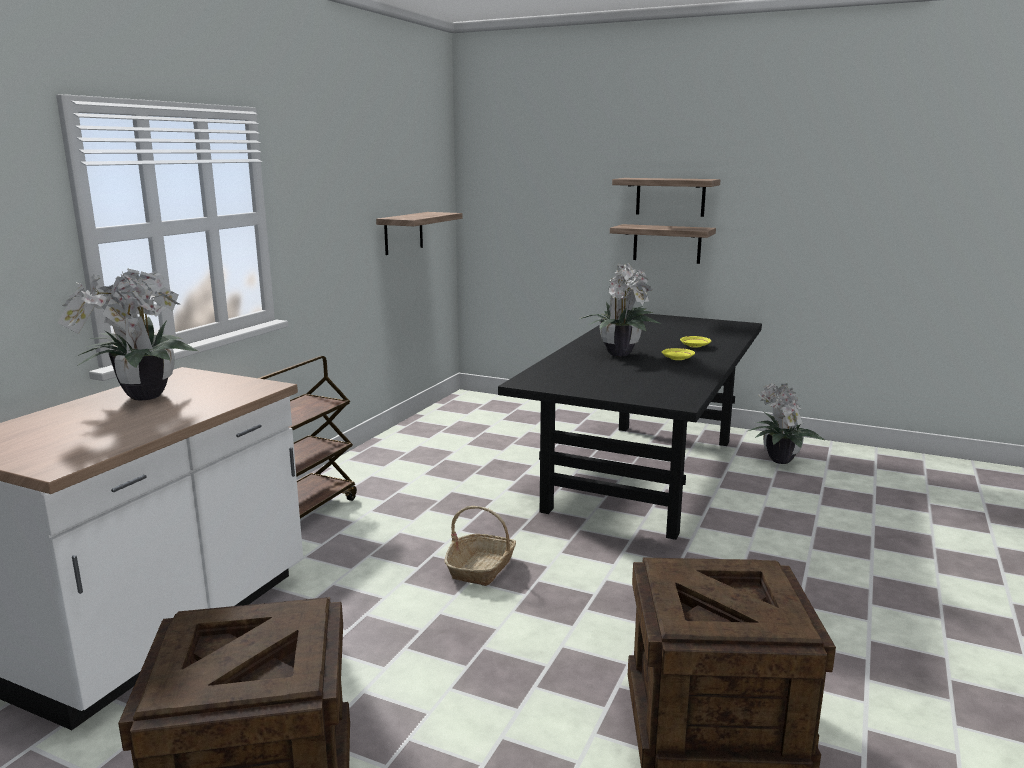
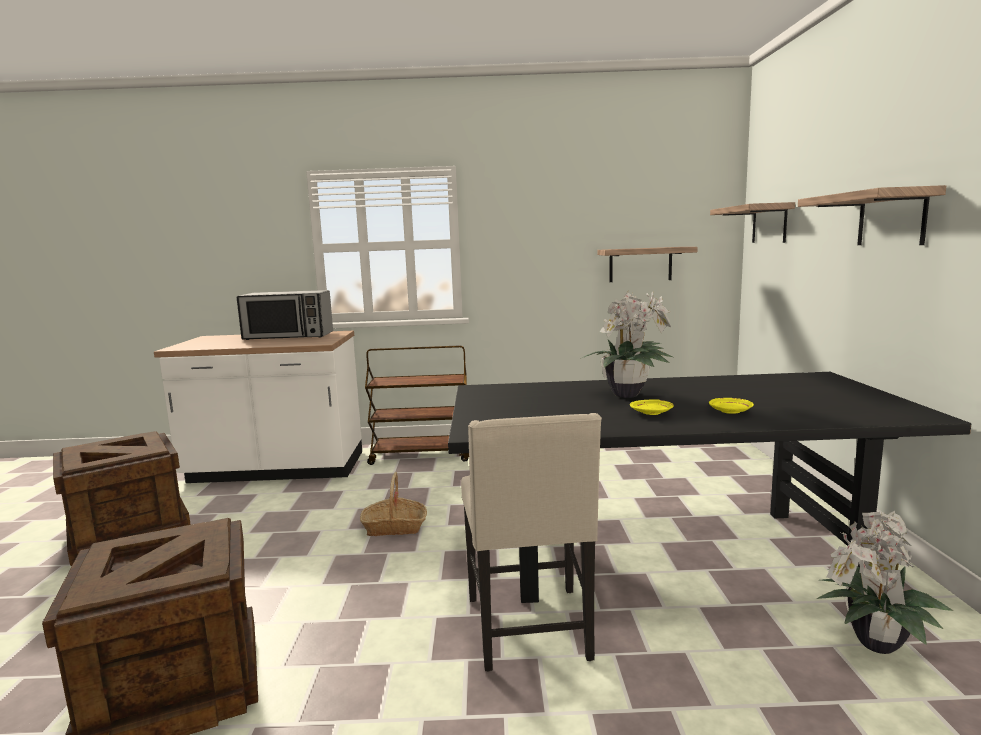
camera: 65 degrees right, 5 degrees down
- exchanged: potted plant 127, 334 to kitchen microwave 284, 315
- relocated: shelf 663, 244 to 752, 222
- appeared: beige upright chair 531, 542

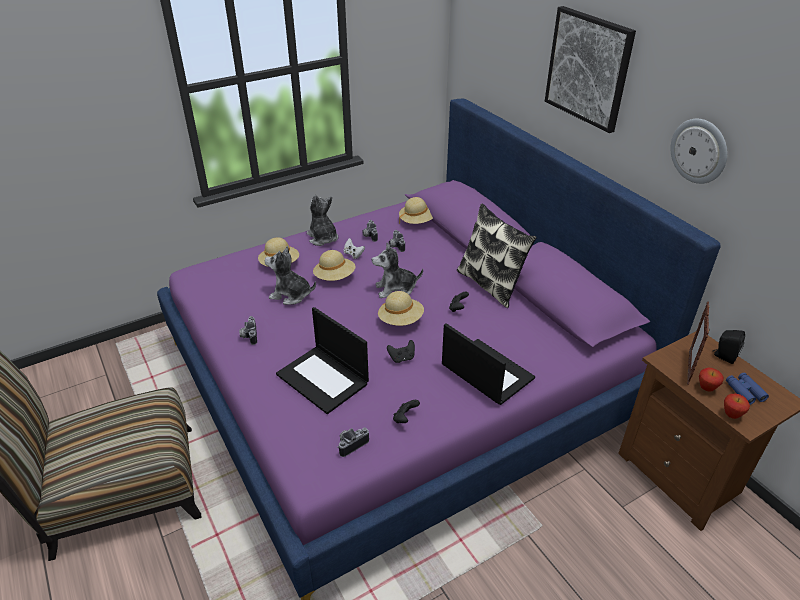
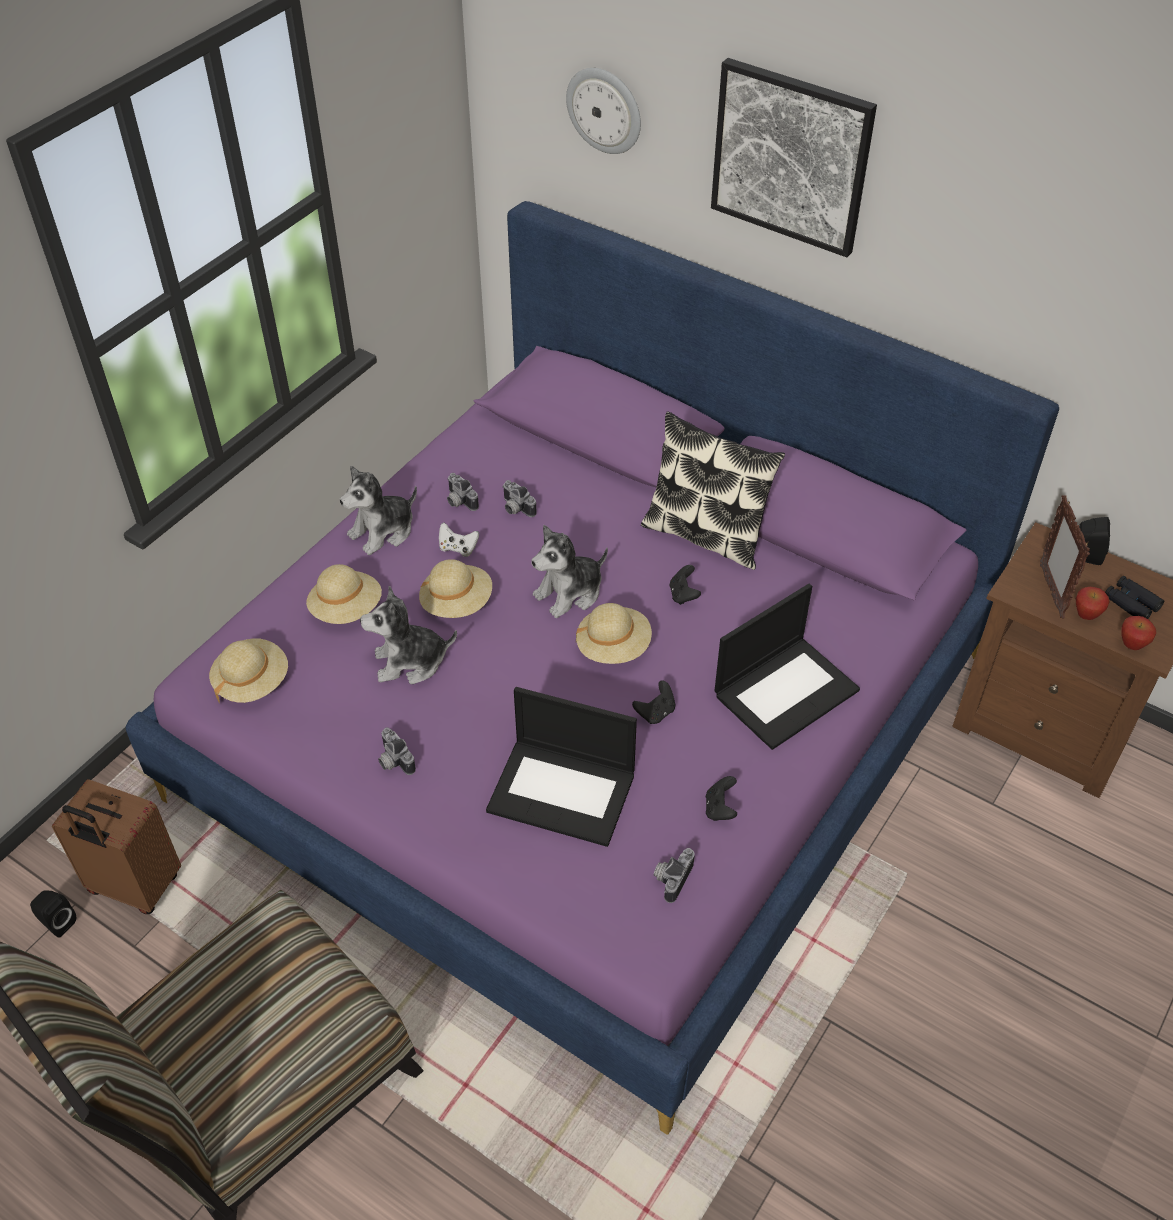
camera: 25 degrees left, 10 degrees up
- spun: cuddly toy 322, 220 = 378, 510 75 degrees counterclockwise
- relocated: beige wearable hat 416, 210 to 248, 671
- spun: laptop 488, 364 = 787, 667 120 degrees clockwise
- relocated: wall clock 699, 151 to 603, 111
- colour: blue-coloured pair of binoculars 747, 389 to blackish pair of binoculars 1134, 597
- appeared: blackish audio speaker 53, 913
- appeared: brown travel case 116, 846

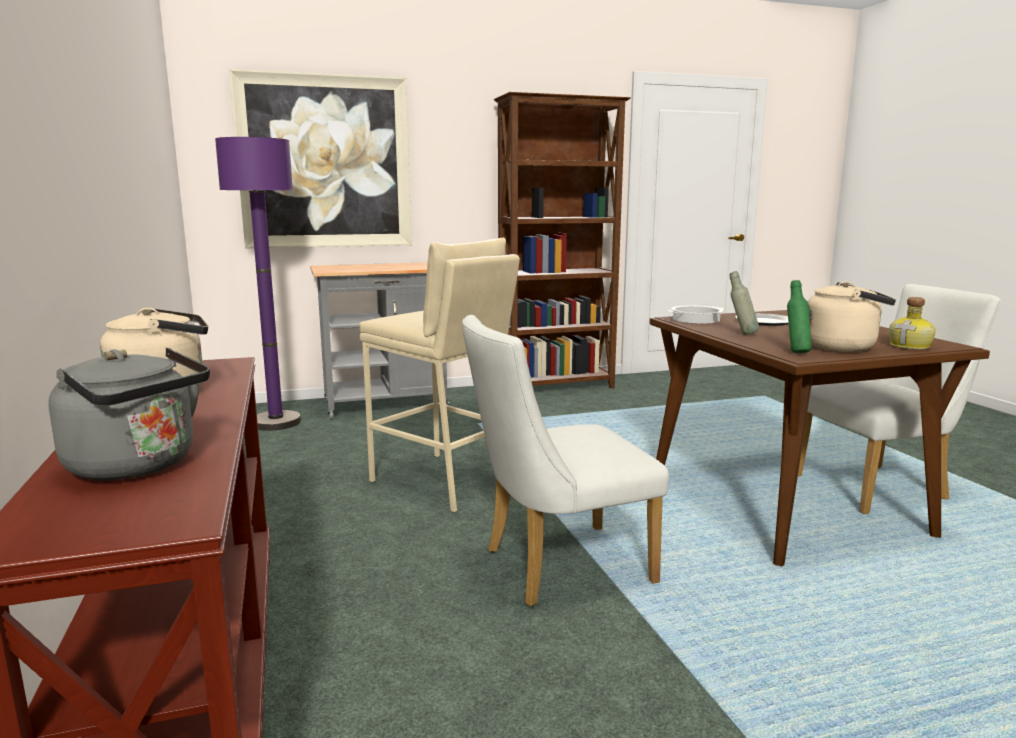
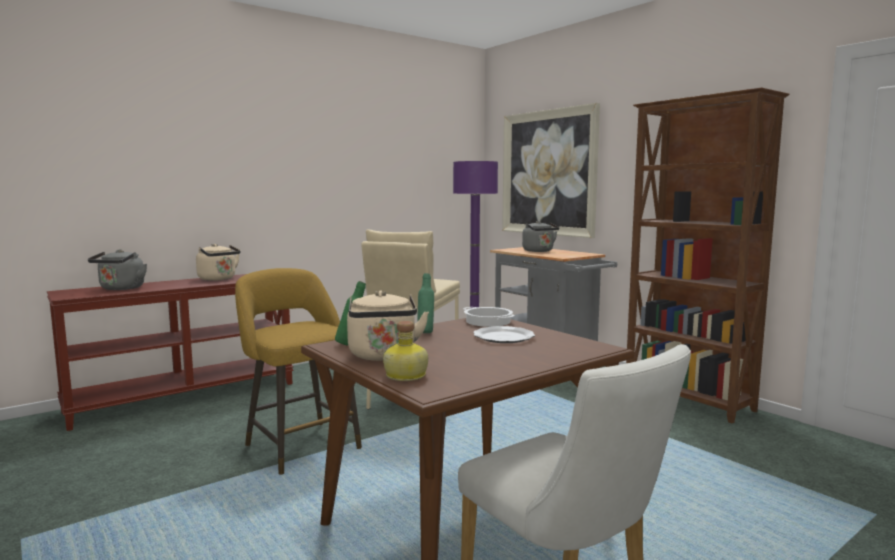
camera: 70 degrees right, 5 degrees down
- exchanged: white upright chair 565, 460 to yellow-coloured sitting stool 298, 371
- colour: gray drink bottle 744, 303 to green-coloured drink bottle 425, 303
- appeared: gray tea kettle 540, 236

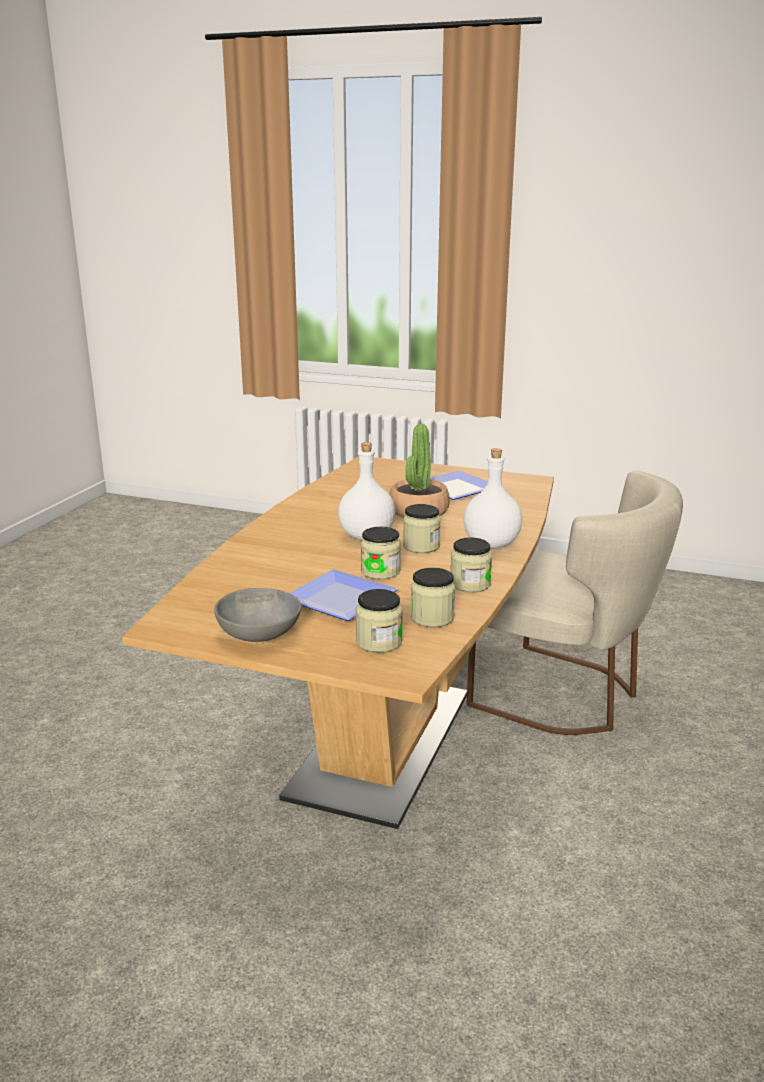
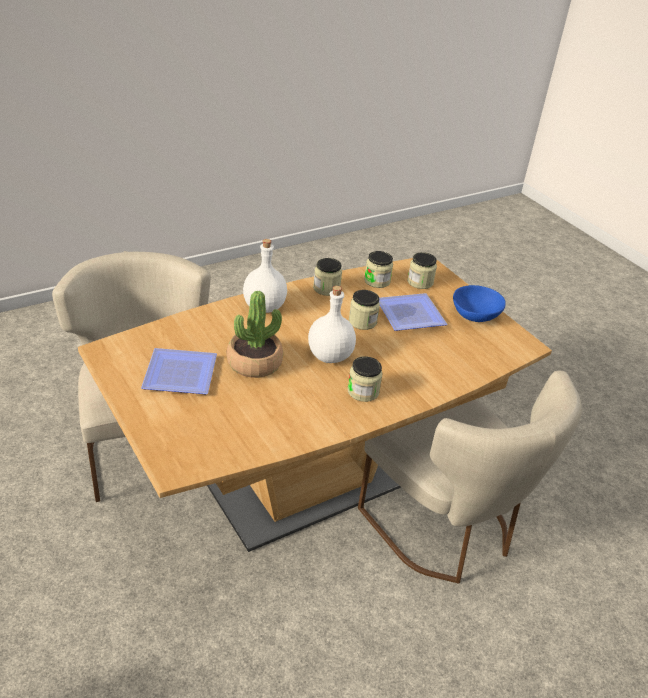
camera: 145 degrees left, 15 degrees up
- colour: gray bowl 257, 615 to blue-coloured bowl 479, 303
- relocated: jar 422, 528 to 364, 379
- appeared: beige upright chair 470, 476

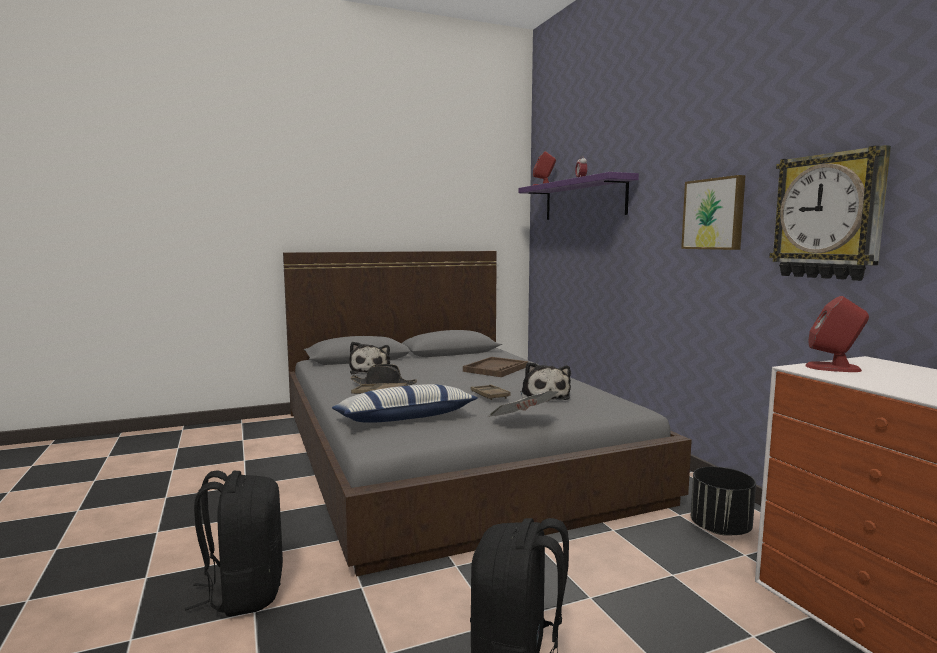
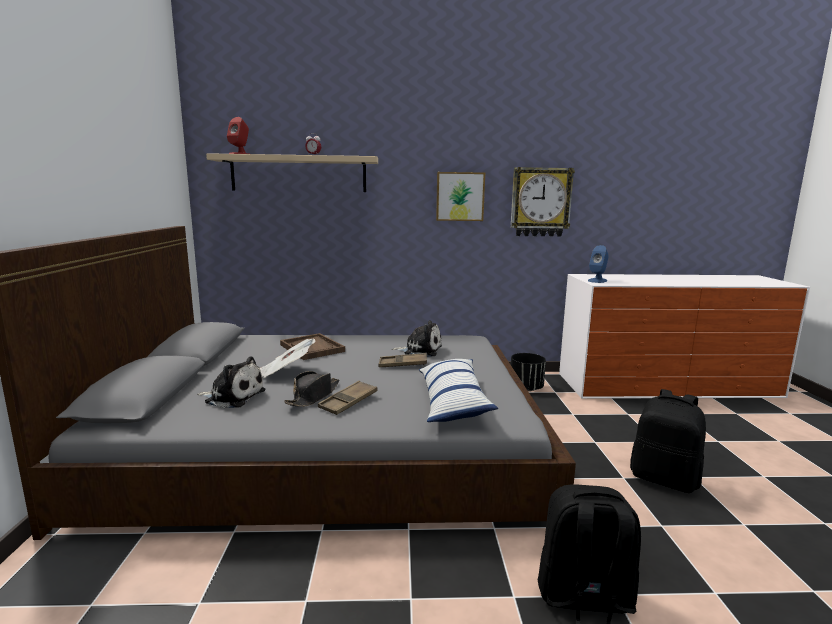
camera: 70 degrees left, 5 degrees up
- relocated: newspaper 522, 404 to 287, 358
- colour: purple shelf 578, 196 to beige shelf 292, 172
- colour: reddish audio speaker 837, 334 to blue-coloured audio speaker 598, 264

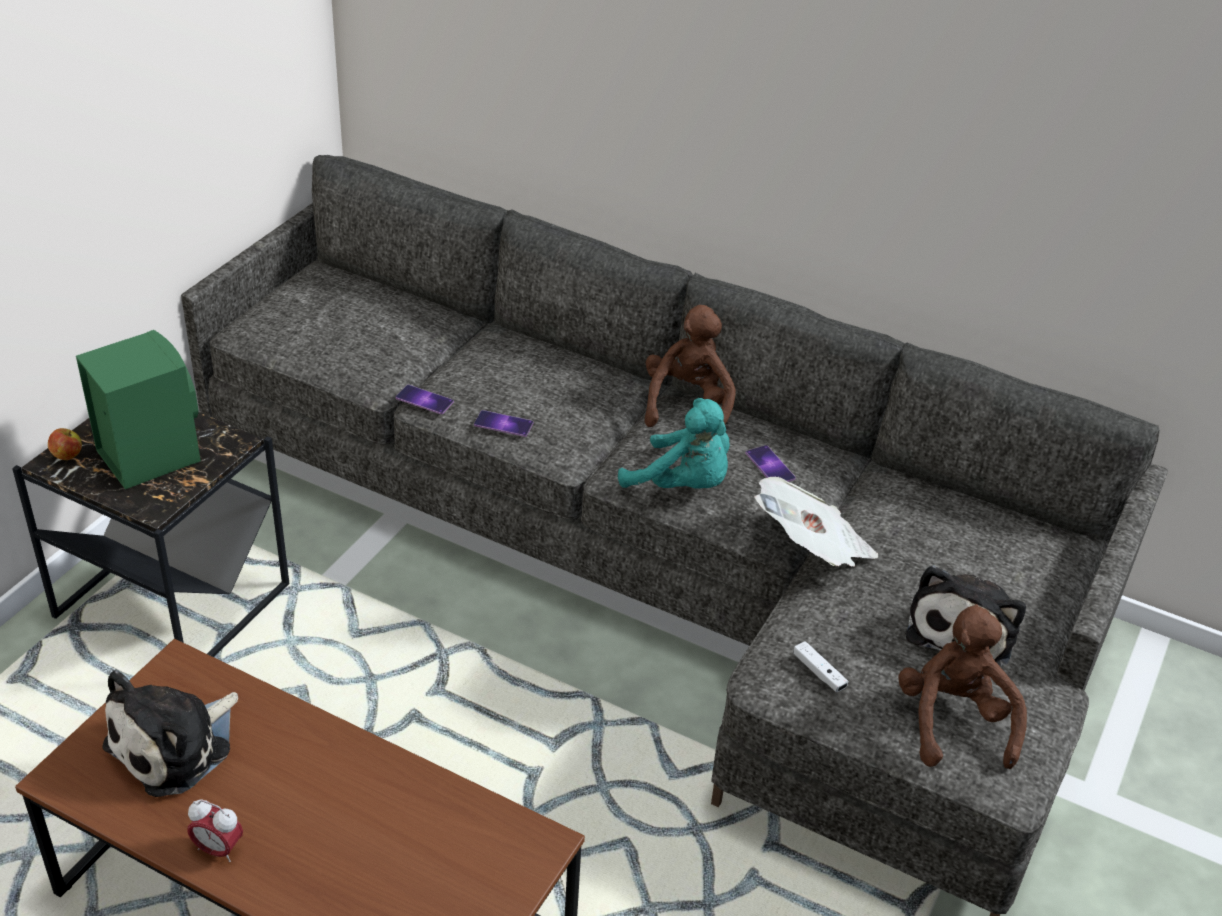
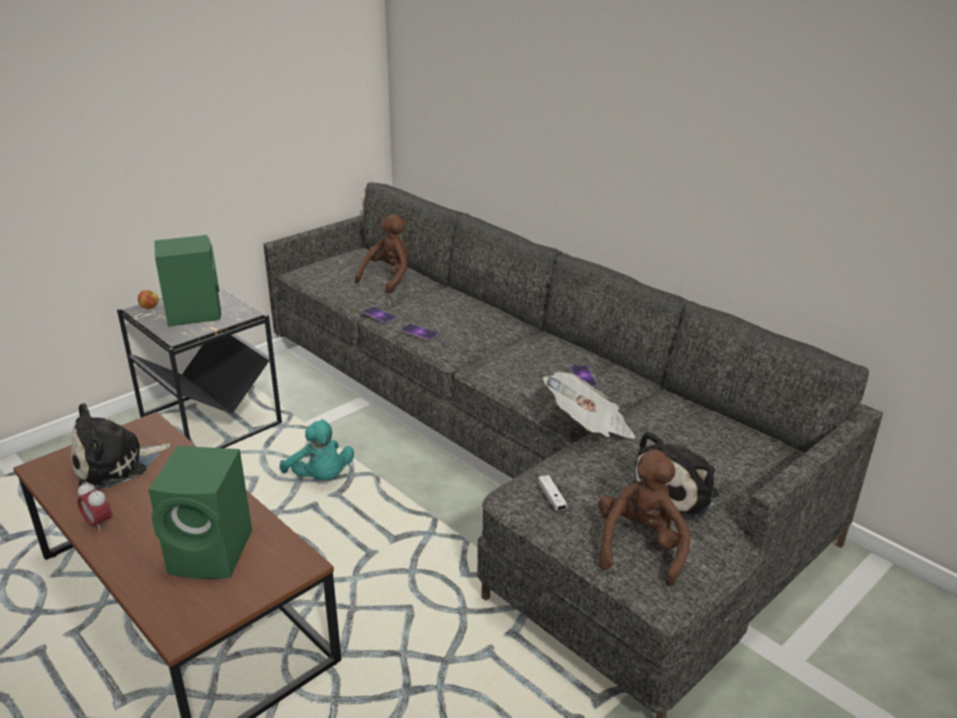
camera: 20 degrees right, 10 degrees down
- relocated: blue-green cuddly toy 674, 443 to 317, 449
- relocated: brown cuddly toy 690, 366 to 382, 254
- appeared: green-coloured audio speaker 200, 512

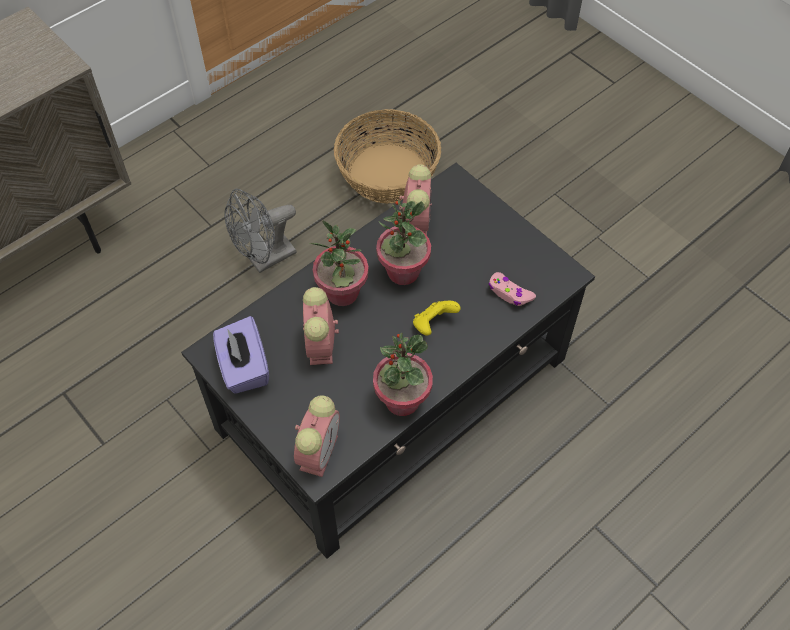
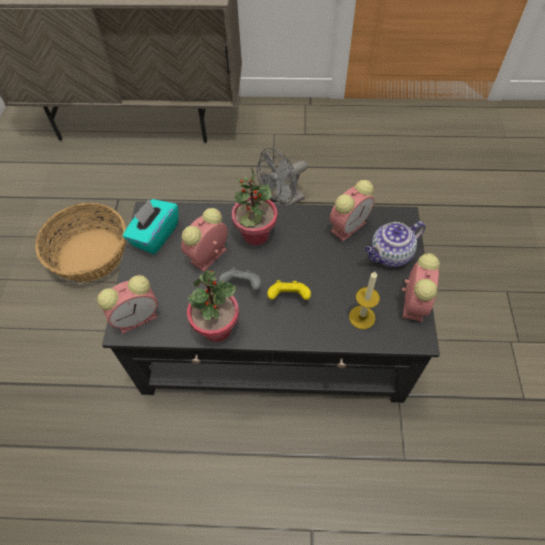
camera: 45 degrees right, 0 degrees up
- colour: purple box of tissues 241, 355 to blue-green box of tissues 150, 226
- spun: gray cooling fan 260, 230 = 282, 176 45 degrees counterclockwise
- relocated: household basket 387, 156 to 80, 242
- missing: potted plant 403, 242
- exchanged: pink gamepad 512, 289 to wax candle 364, 300
- appeared: gray gamepad 240, 279
- appeared: pot for tea 395, 244
- appeared: alarm clock 421, 288

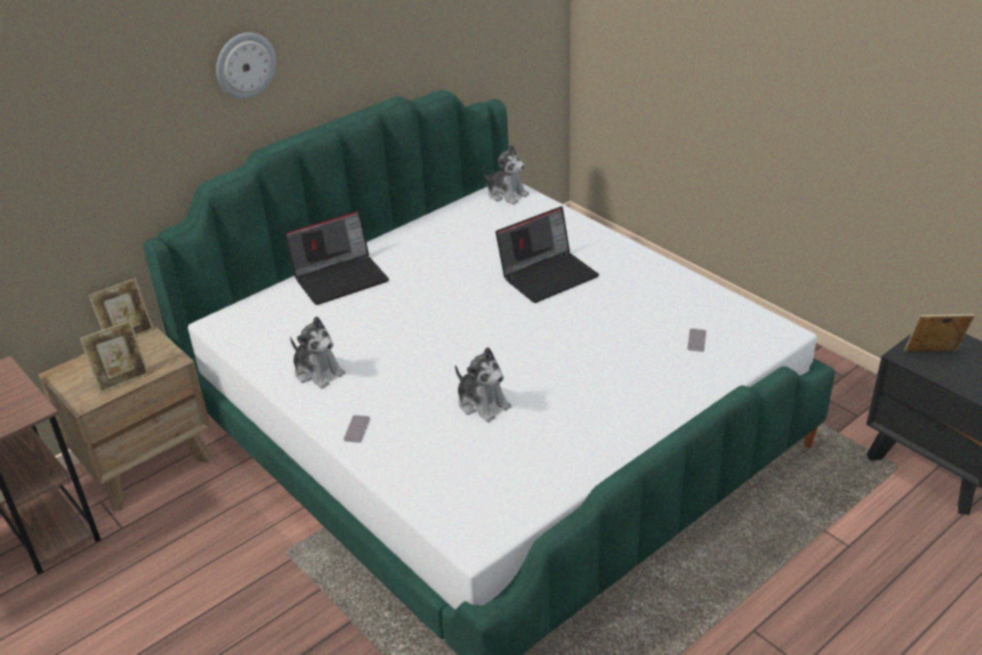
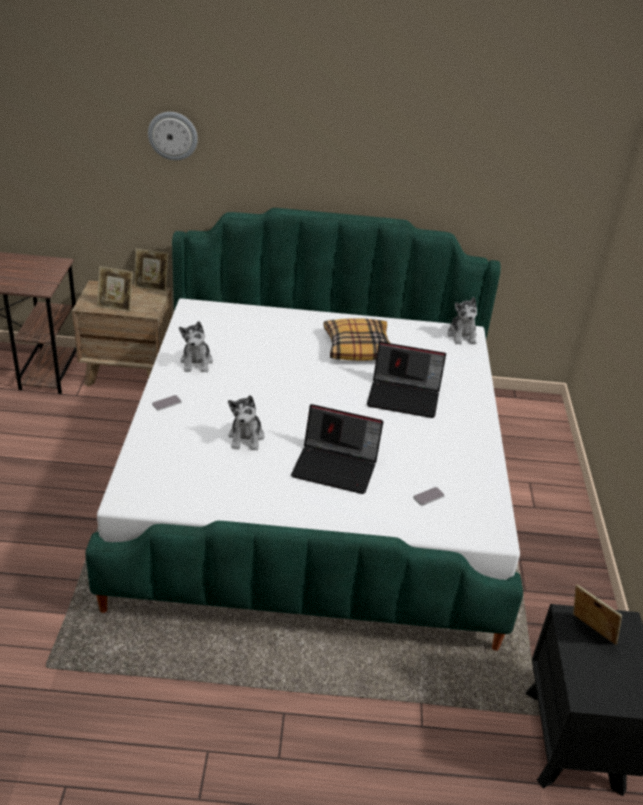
camera: 40 degrees right, 0 degrees up
- relocated: wall clock 246, 66 to 173, 136
- relocated: laptop 336, 257 to 337, 449
- appeared: cushion 356, 339

